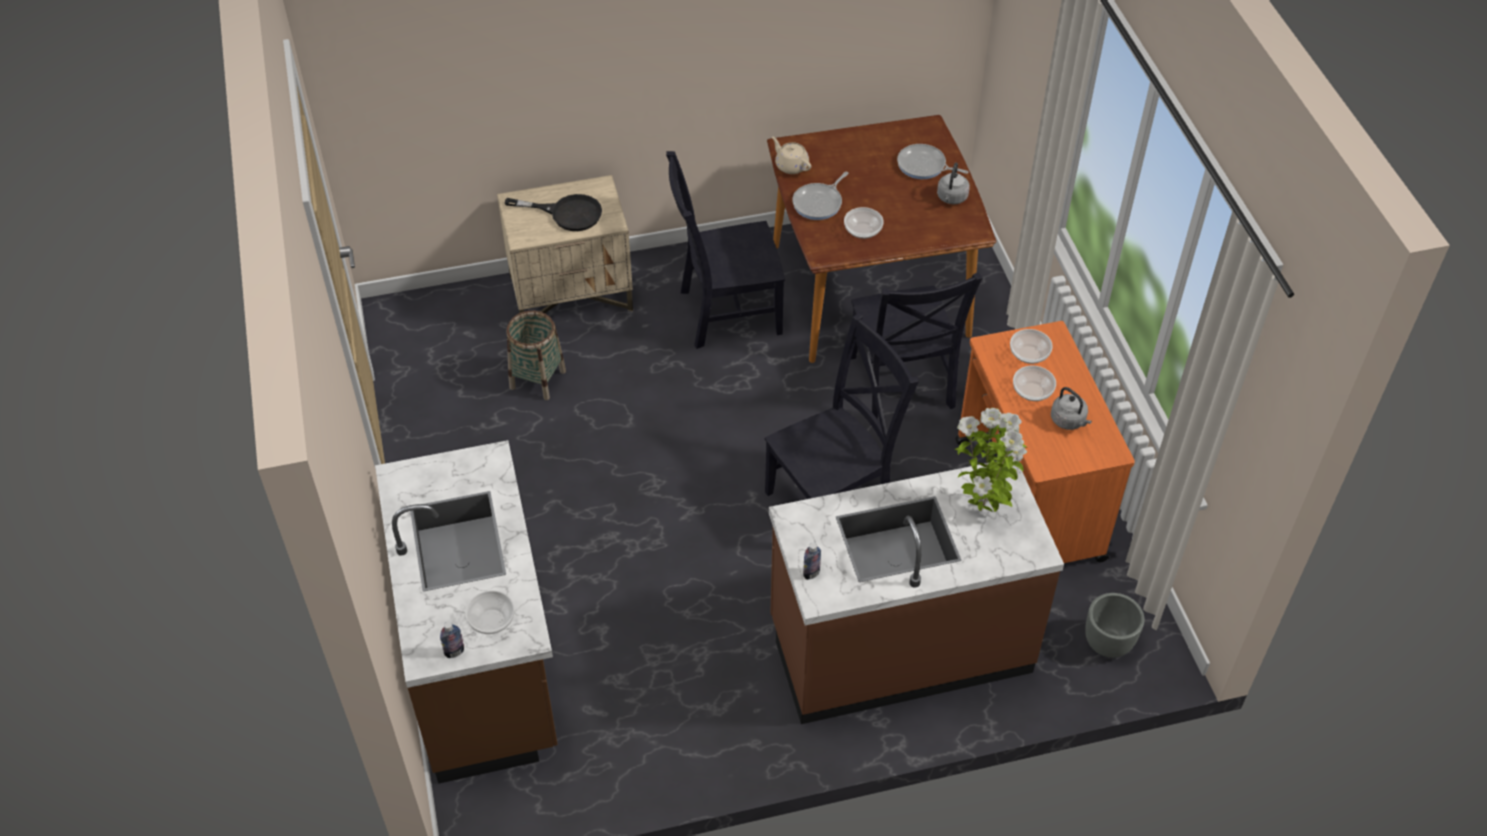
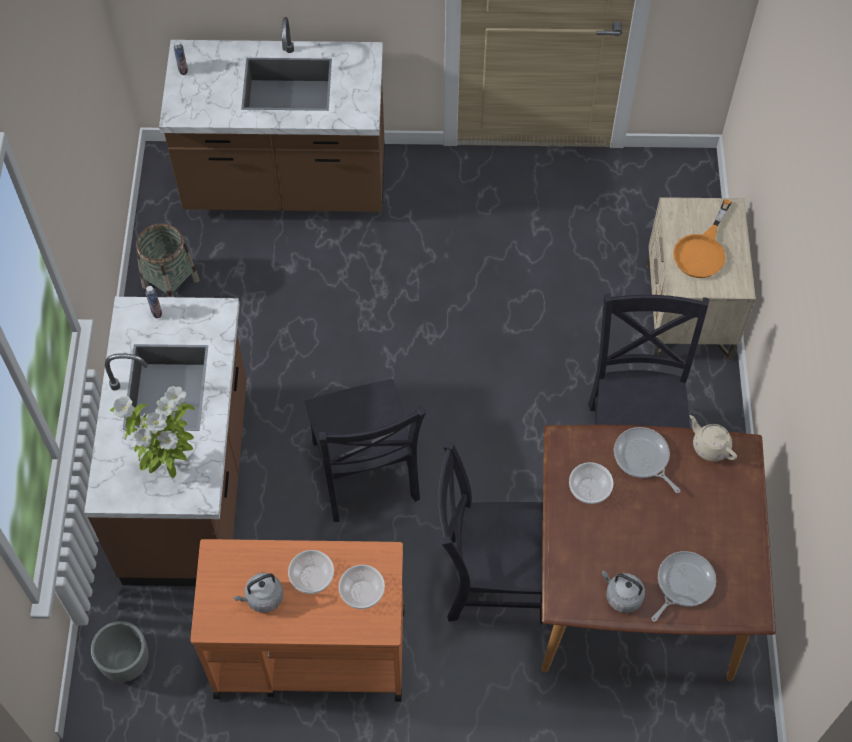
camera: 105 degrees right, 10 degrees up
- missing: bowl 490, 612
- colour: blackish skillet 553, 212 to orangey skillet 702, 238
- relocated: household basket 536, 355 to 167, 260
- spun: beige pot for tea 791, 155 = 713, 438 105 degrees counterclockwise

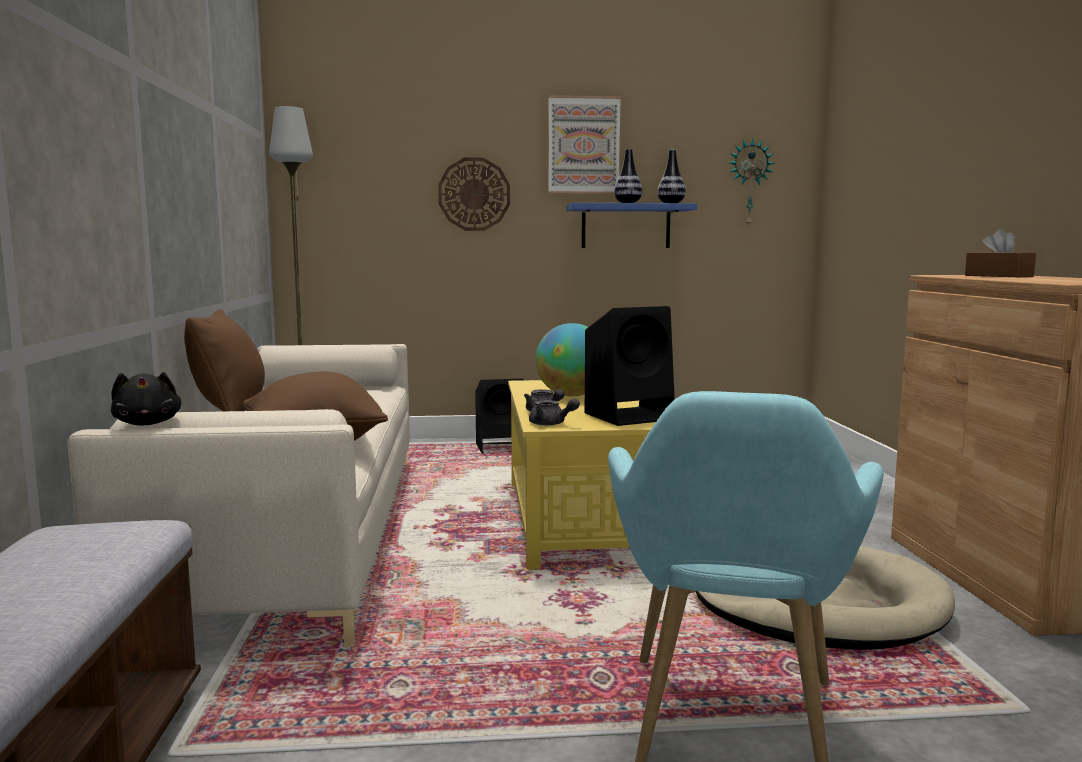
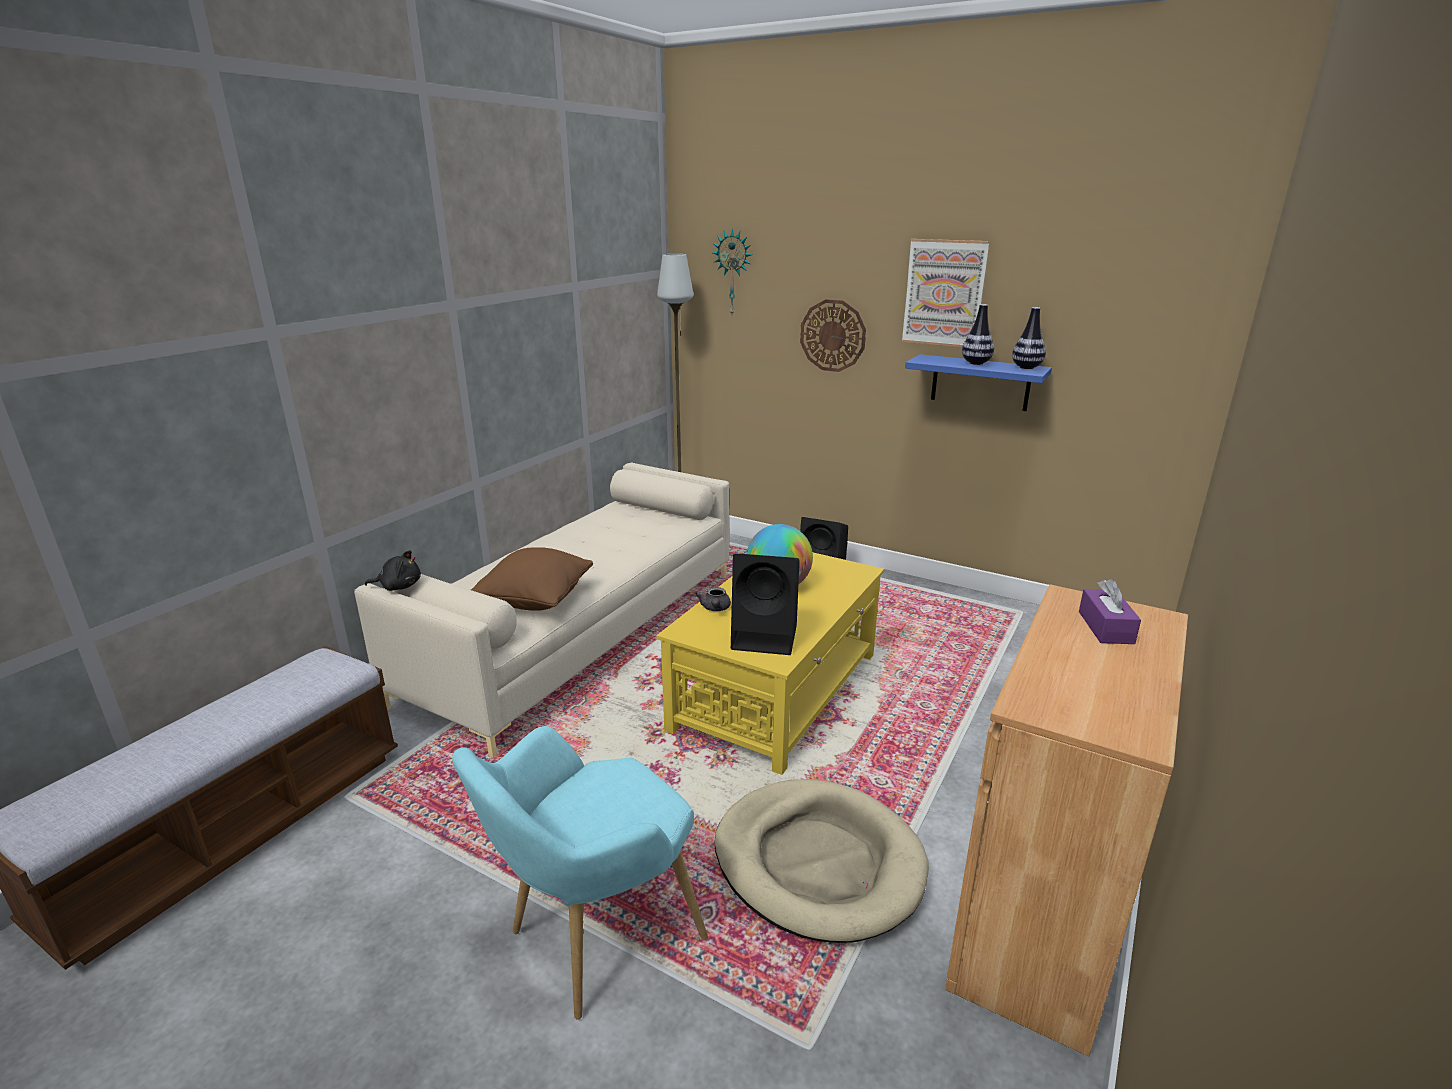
camera: 35 degrees right, 15 degrees up
- spun: blackish cuddly toy 146, 398 = 393, 570 105 degrees counterclockwise
- missing: brown cushion 224, 360
- missing: gray pot for tea 554, 412
- relocated: wall clock 752, 181 to 732, 271
- colour: brown box of tissues 1000, 253 to purple box of tissues 1110, 611

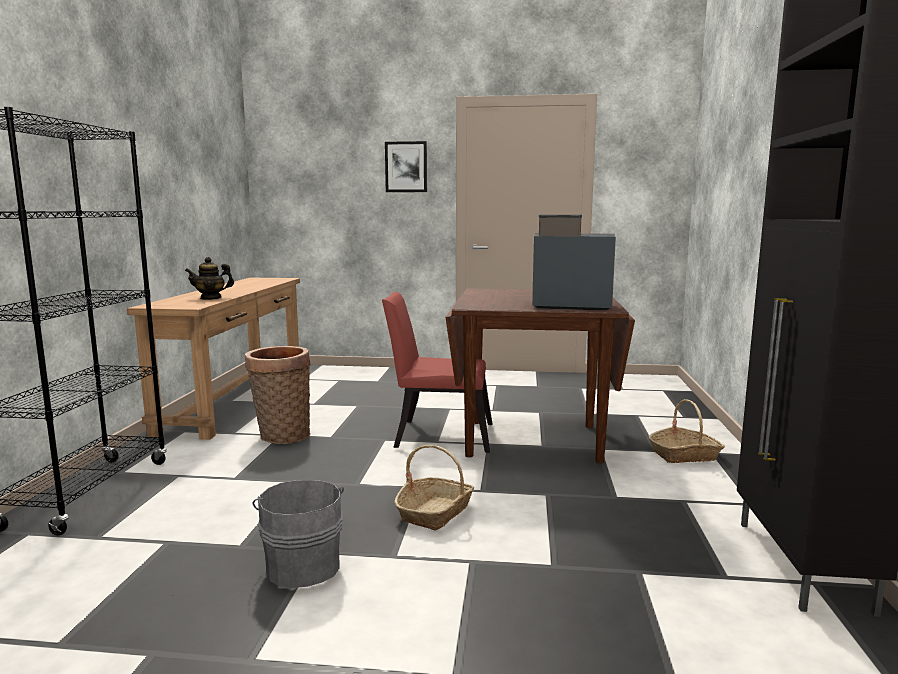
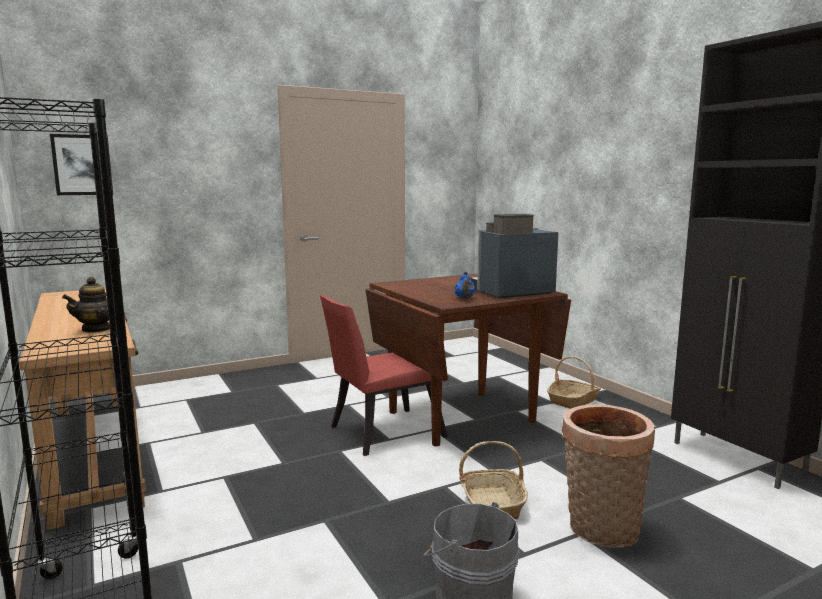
camera: 35 degrees left, 0 degrees up
- relocated: household basket 278, 395 to 608, 476
- relocated: wall picture 406, 166 to 81, 164
- appeared: blue-coloured pot for tea 465, 285

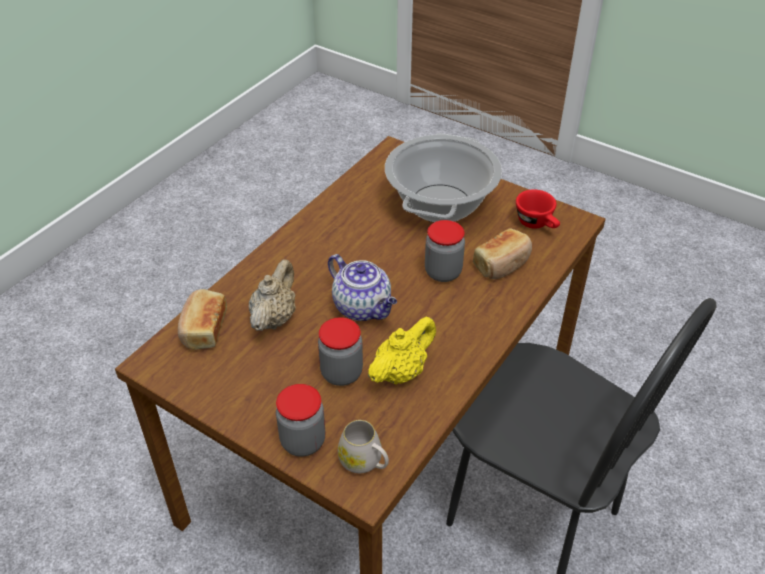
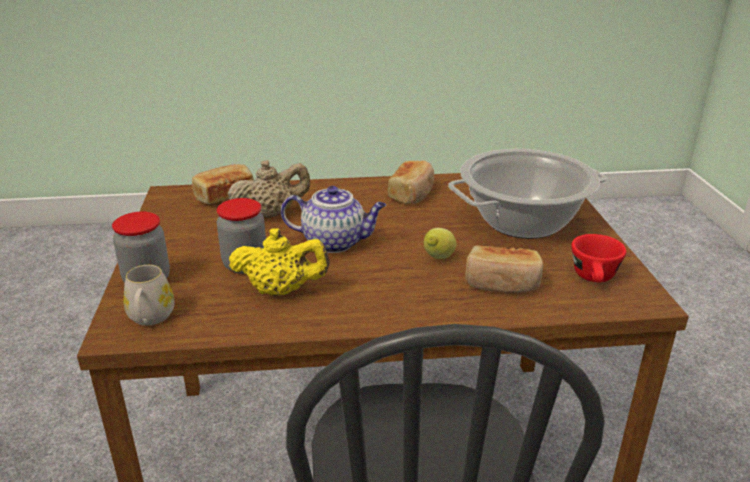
camera: 50 degrees right, 15 degrees down
- spun: pot for tea 362, 287 = 333, 219 90 degrees counterclockwise
- exchanged: jar 445, 251 to citrus fruit 440, 243
- appeared: bread 411, 183

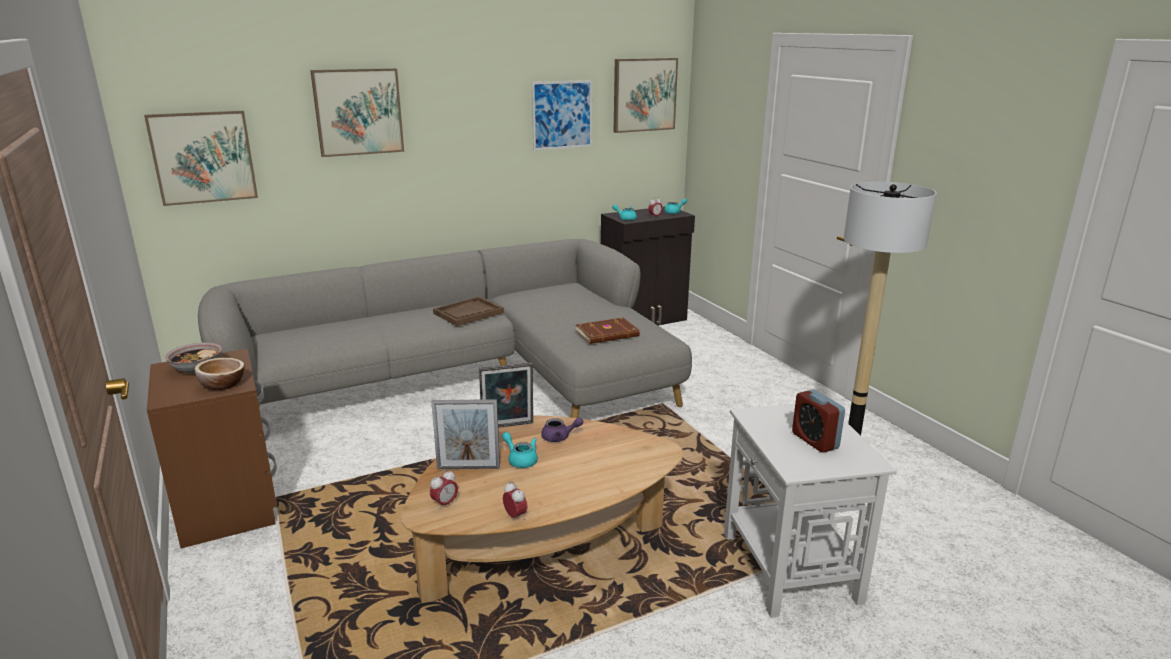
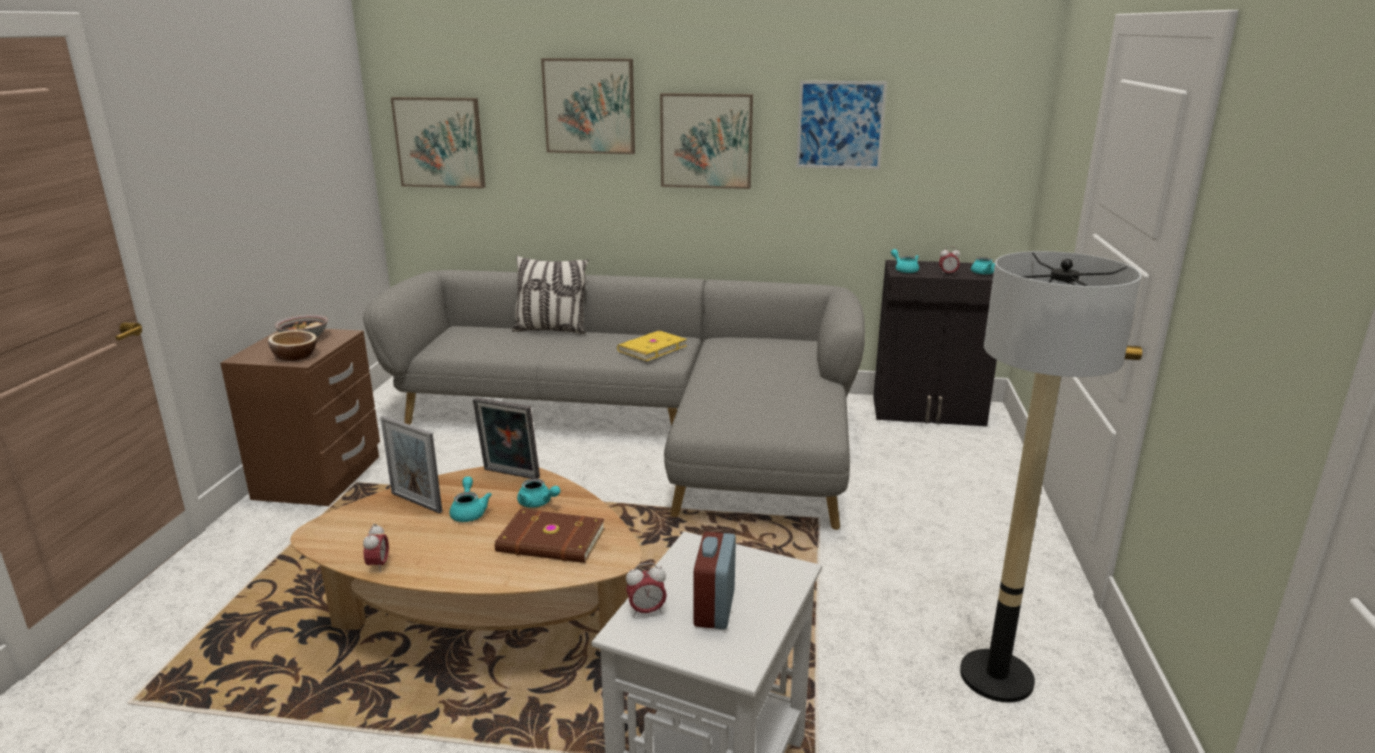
camera: 35 degrees right, 0 degrees up
- relocated: alarm clock 444, 489 to 646, 590
- exchanged: brown serving tray 468, 311 to yellow-coloured book 652, 346
- colour: purple pot for tea 562, 429 to blue-green pot for tea 539, 493
- relocated: brown book 608, 330 to 550, 536
- relocated: wall picture 646, 95 to 706, 141
- appeared: cushion 550, 294

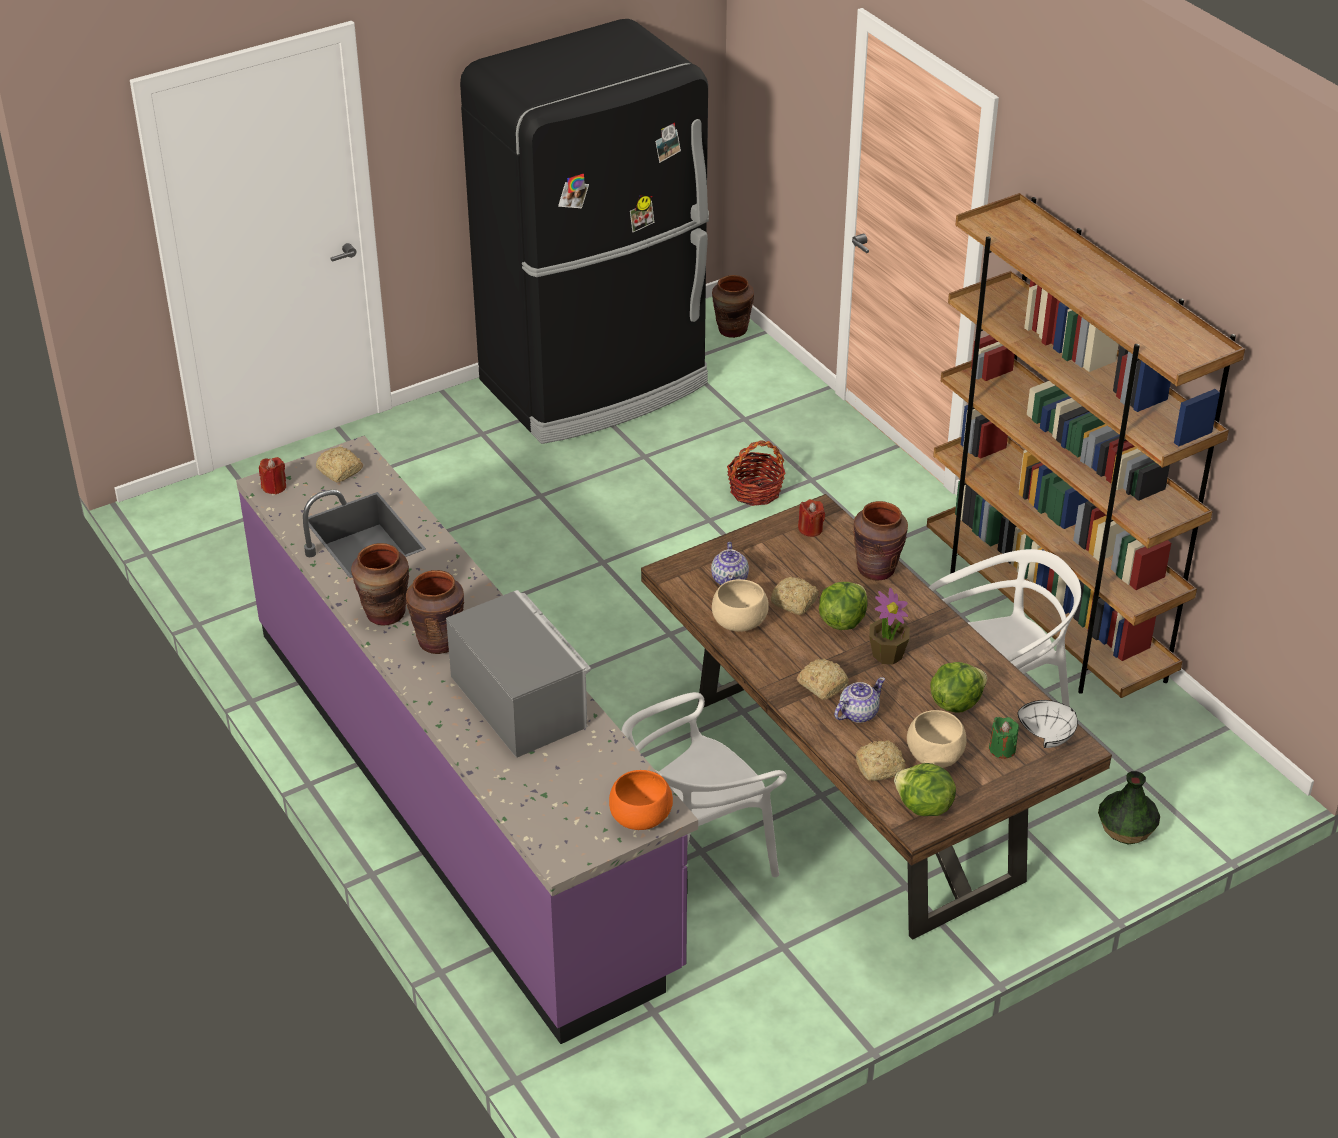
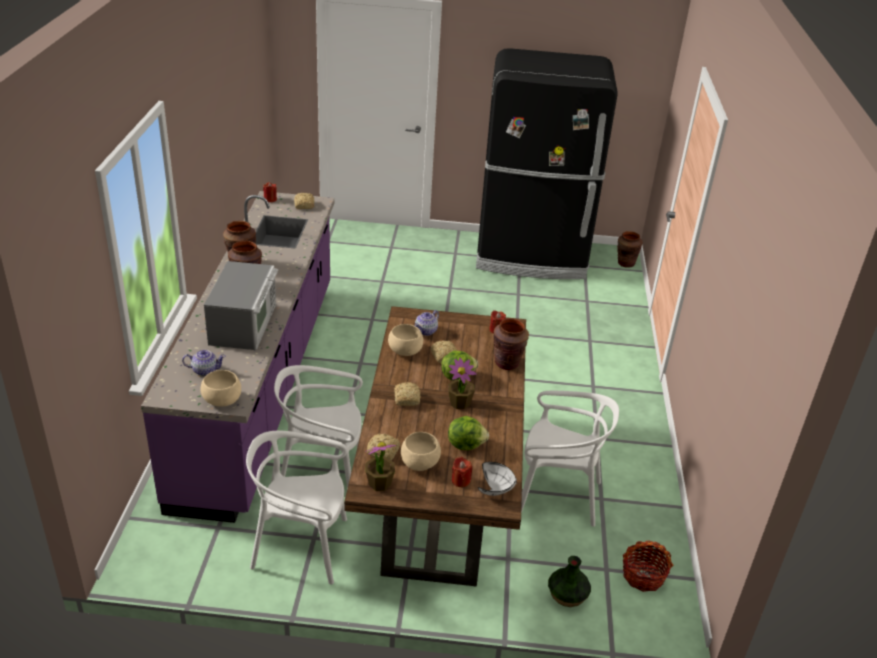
camera: 35 degrees right, 5 degrees down
- colour: orangey bowl 641, 800 to beige bowl 220, 388
- relocated: household basket 756, 473 to 648, 566
- relocated: pot for tea 859, 700 to 204, 363
- exchanged: lettuce 925, 789 to potted plant 381, 466
- missing: brown bookshelf 1086, 445
- colour: green-coloured wax candle 1004, 738 to reddish wax candle 462, 472
- appeared: white upright chair 296, 507

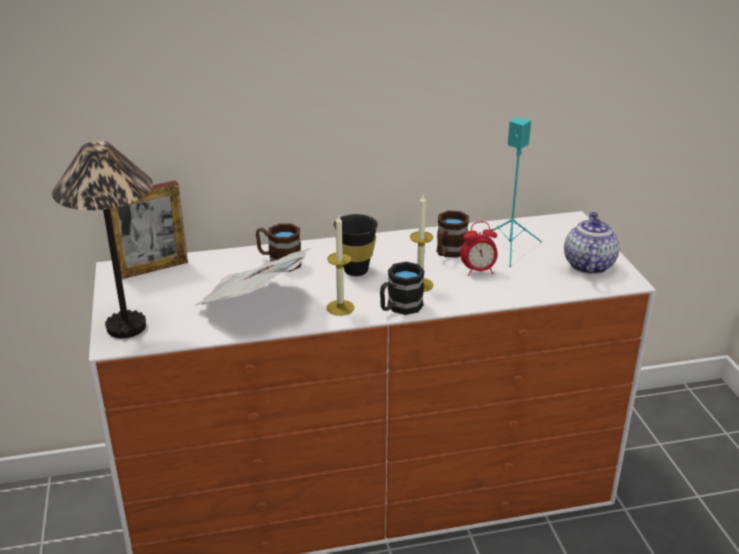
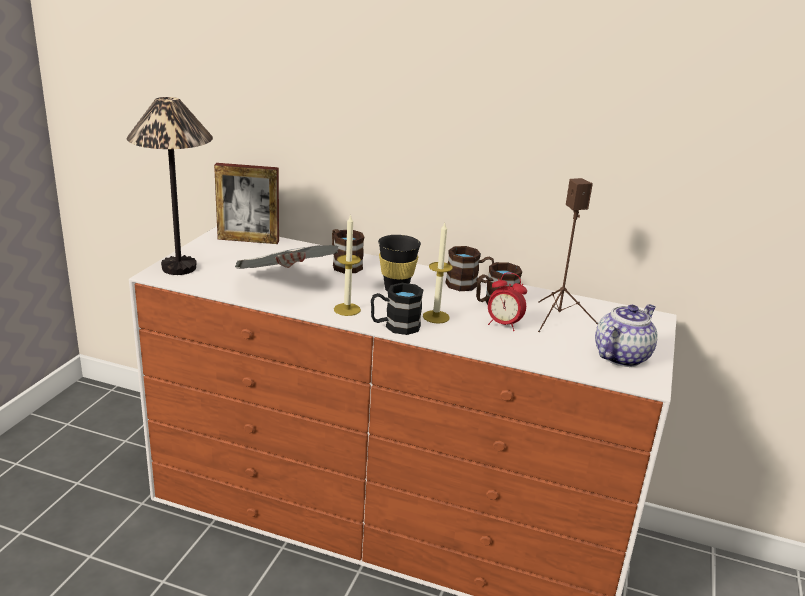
camera: 30 degrees right, 5 degrees down
- colour: blue-green audio speaker 512, 192 to brown audio speaker 568, 255
- appeared: brown mug 469, 268

